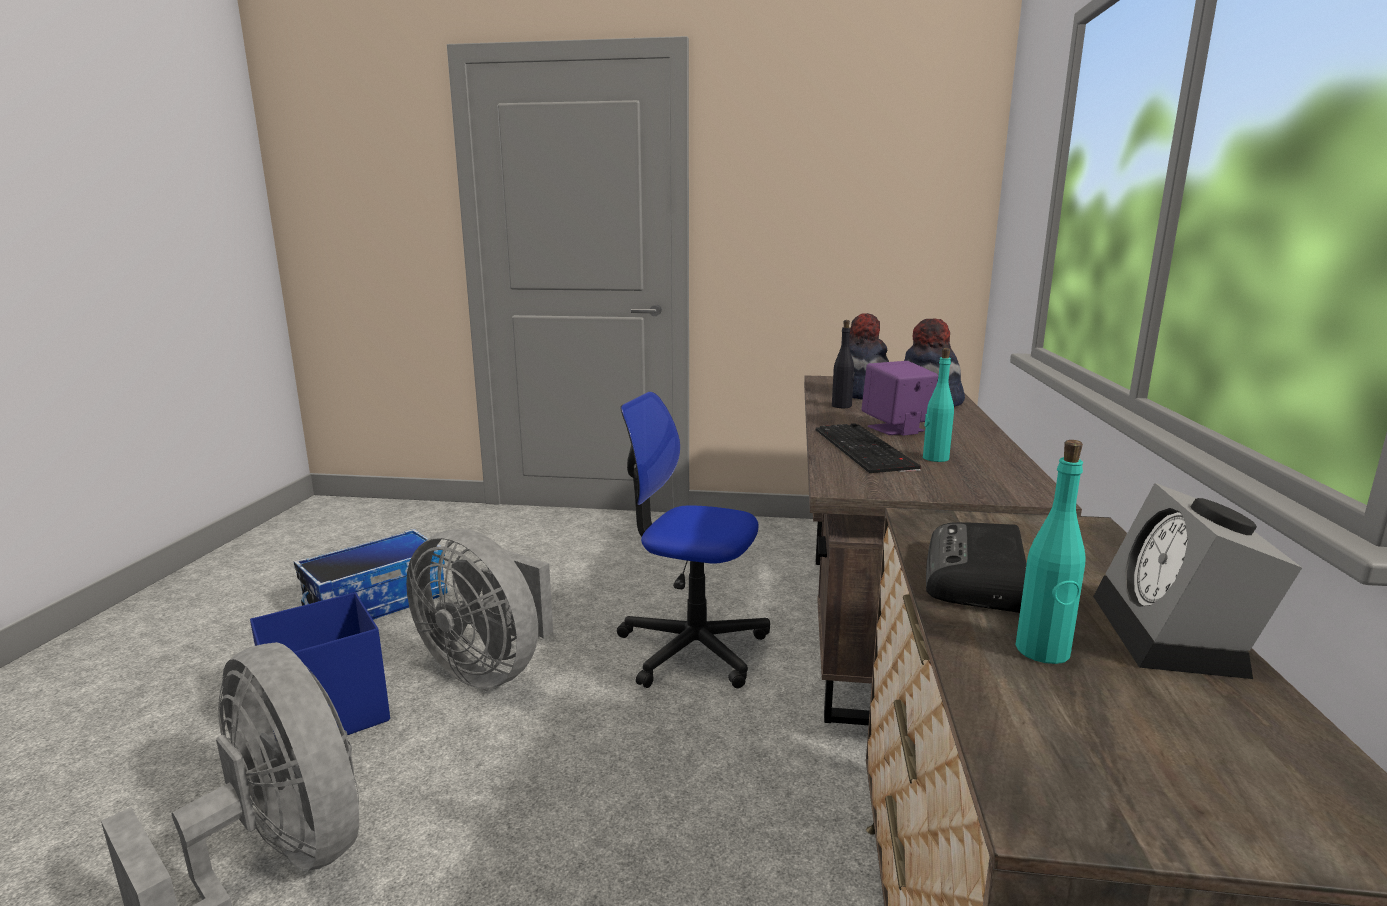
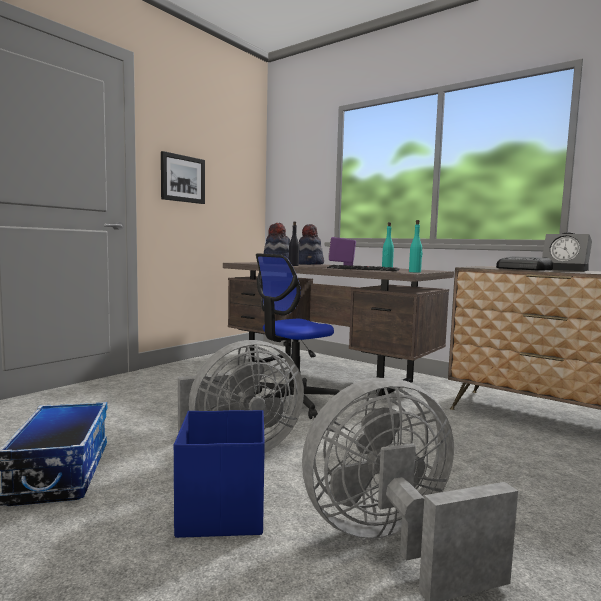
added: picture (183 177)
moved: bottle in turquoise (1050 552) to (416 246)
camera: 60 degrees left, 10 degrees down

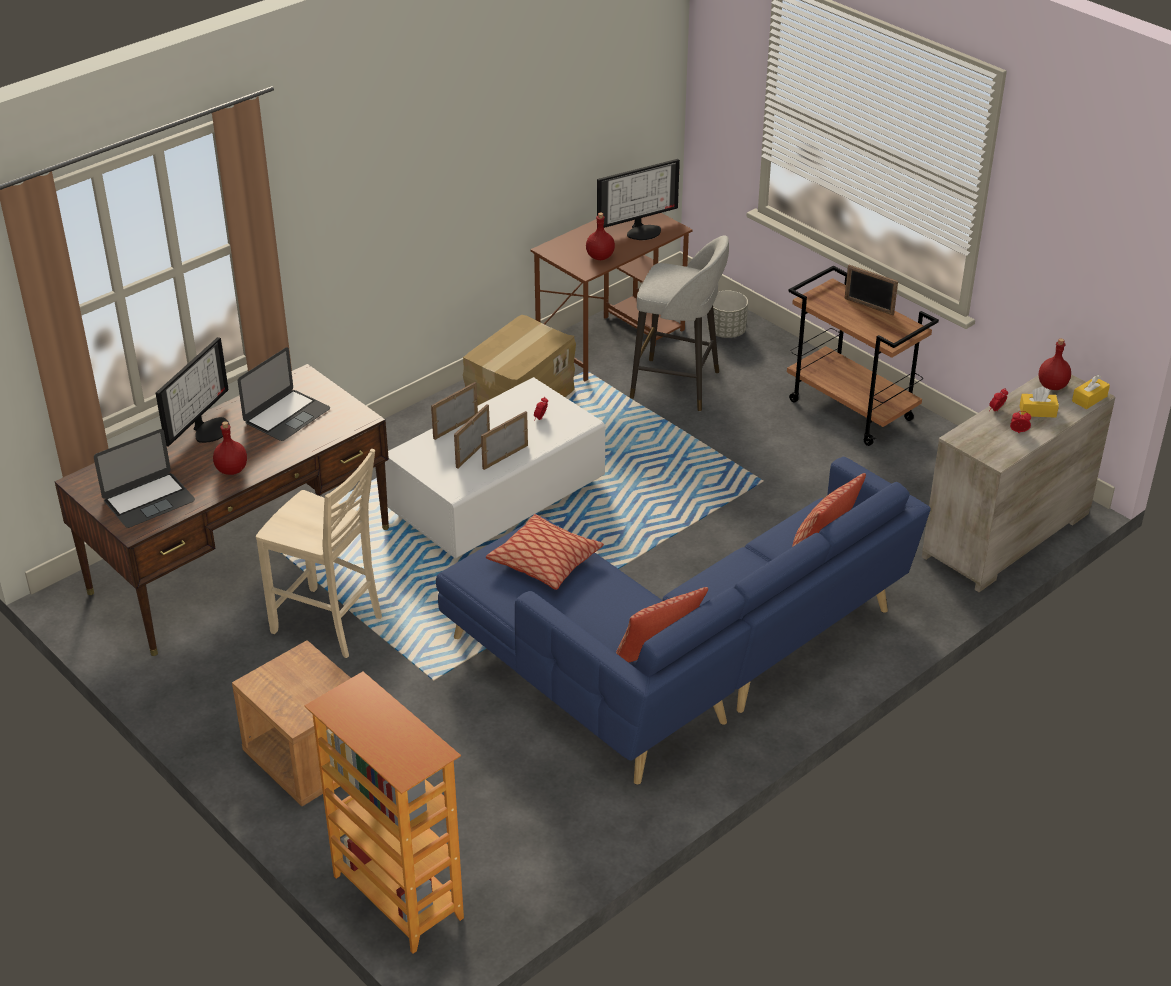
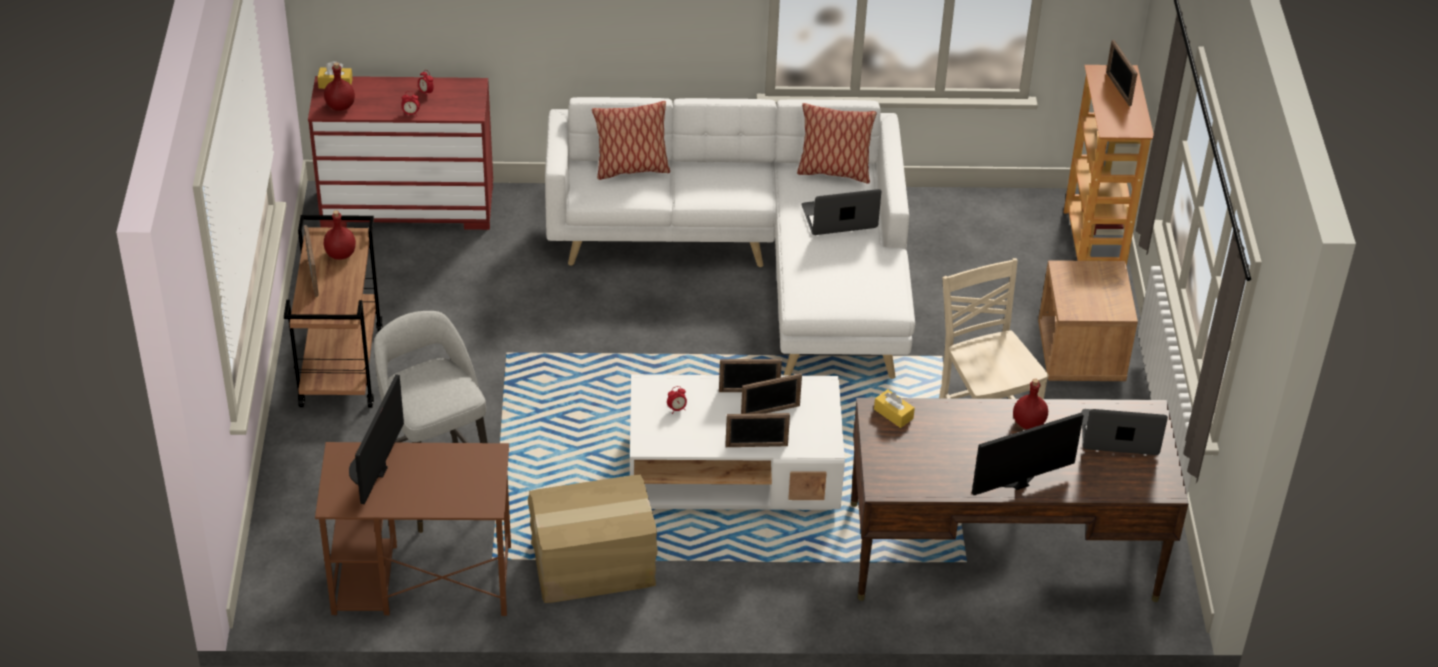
removed: pillow (545 552); planter in grey (727 314)
added: picture frame (1122 73)
moved: laptop (284 394) to (842 212); bottle in red (600 236) to (340 235); tissue box in yellow (1039 402) to (894 408)
recoloured: sofa in blue (683 621) to sofa in white (730 238); dresser in beige (1018 483) to dresser in red (400 153)
turned: monitor (638 199) = (376 439) 90 degrees counterclockwise
camera: 140 degrees left, 5 degrees up

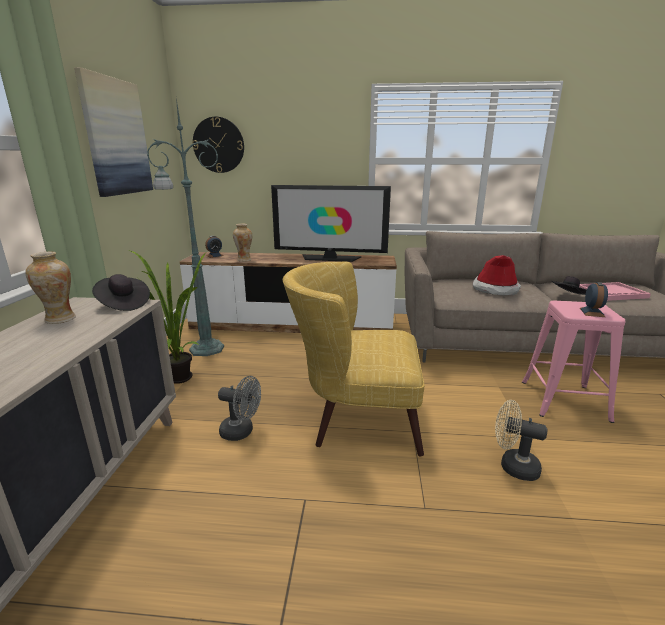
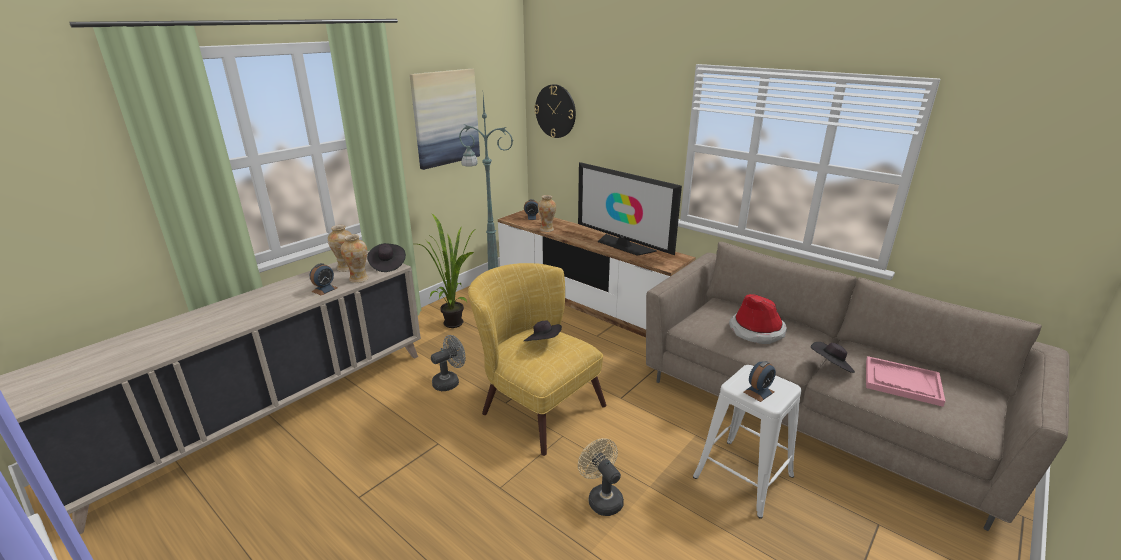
added: alarm clock (324 279); vase (355 258); hat in black (543 331)
recoloured: stool in pink (574 362) to stool in white (747 442)
turned: fan in grey (239 408) = (448 363) 90 degrees counterclockwise
camera: 35 degrees right, 5 degrees up

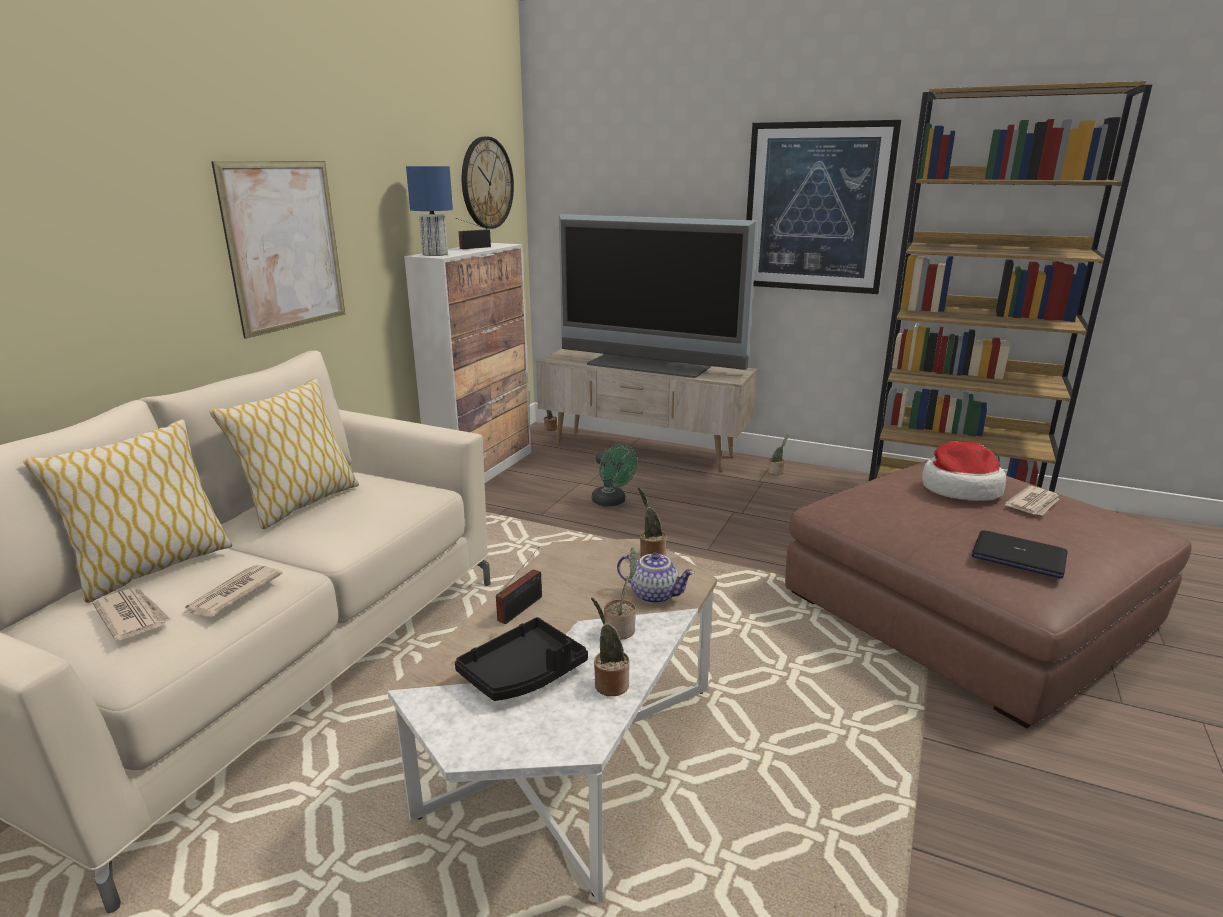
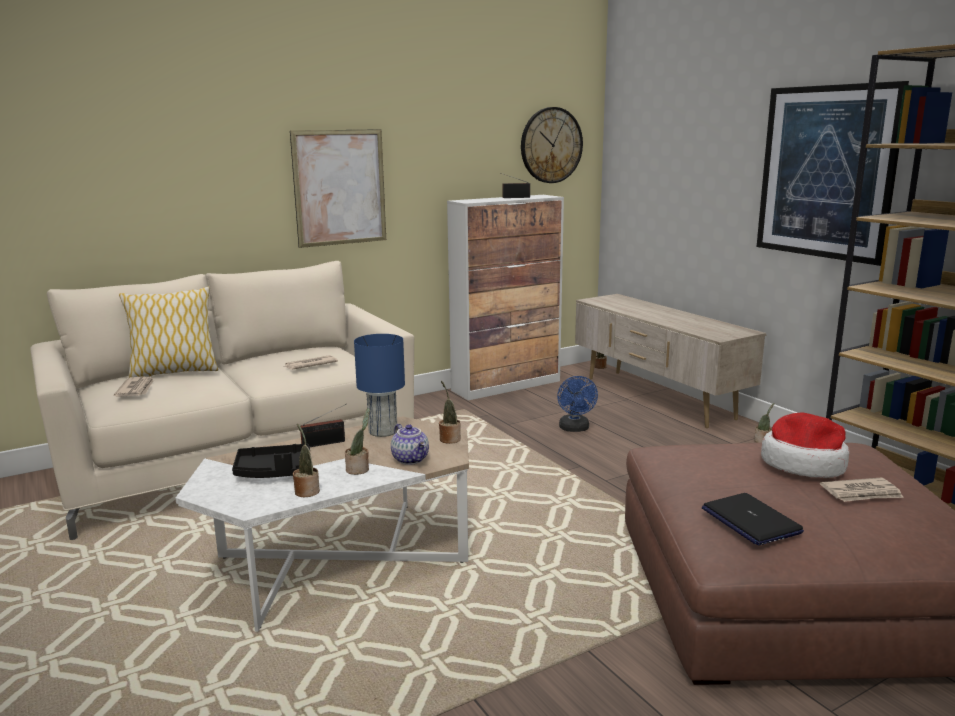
removed: pillow (284 454); television (658 296)
moved: newspaper (233 591) to (311 362); table lamp in blue (429 211) to (379 385)
recoloured: fan in green (614 475) to fan in blue (577 404)
camera: 35 degrees right, 5 degrees down

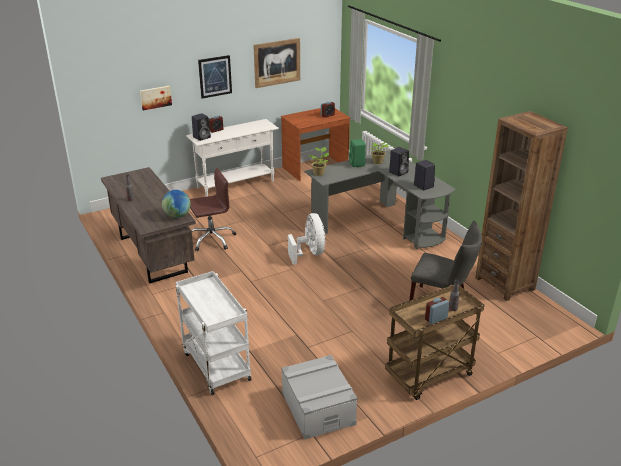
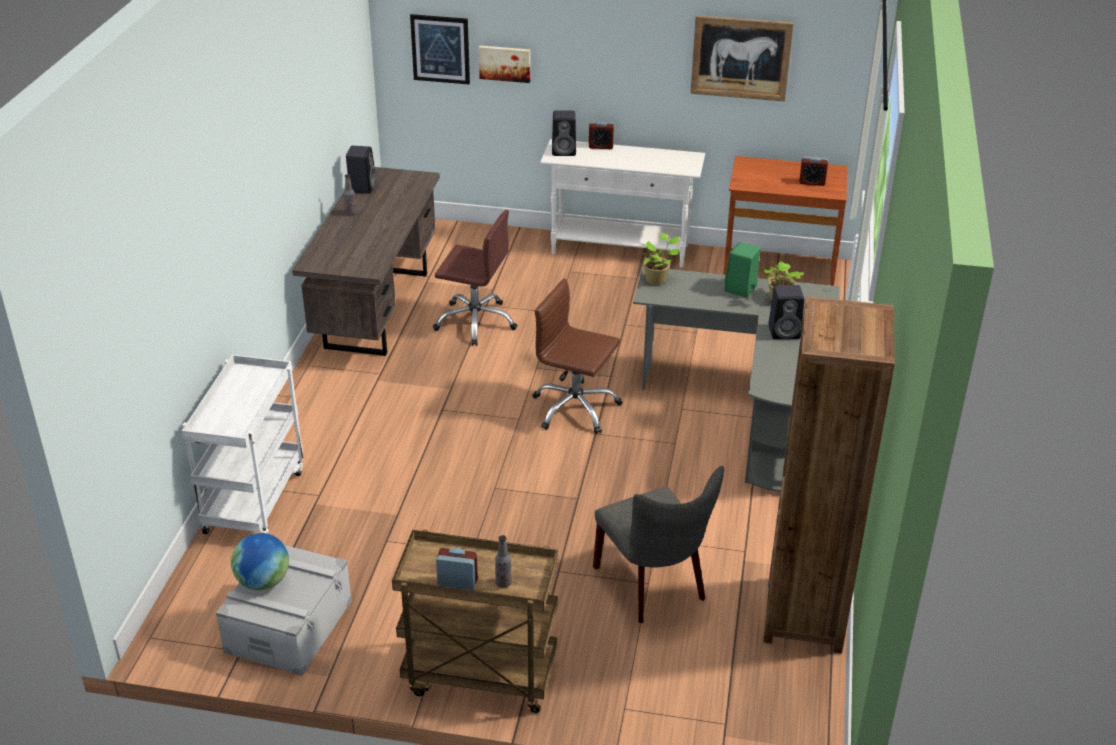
moved: globe (176 204) to (260 561); picture (215 77) to (440 49); speaker in black (424 175) to (361 170)
replaced: fan in white (306 239) to office chair in brown (577 356)
camera: 40 degrees right, 5 degrees up

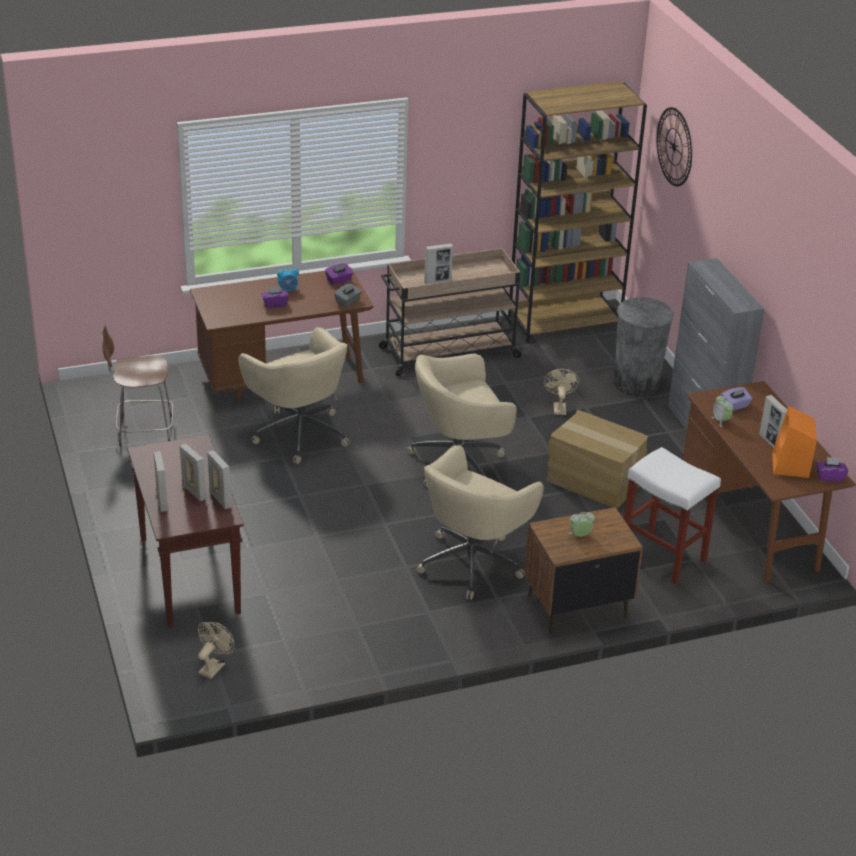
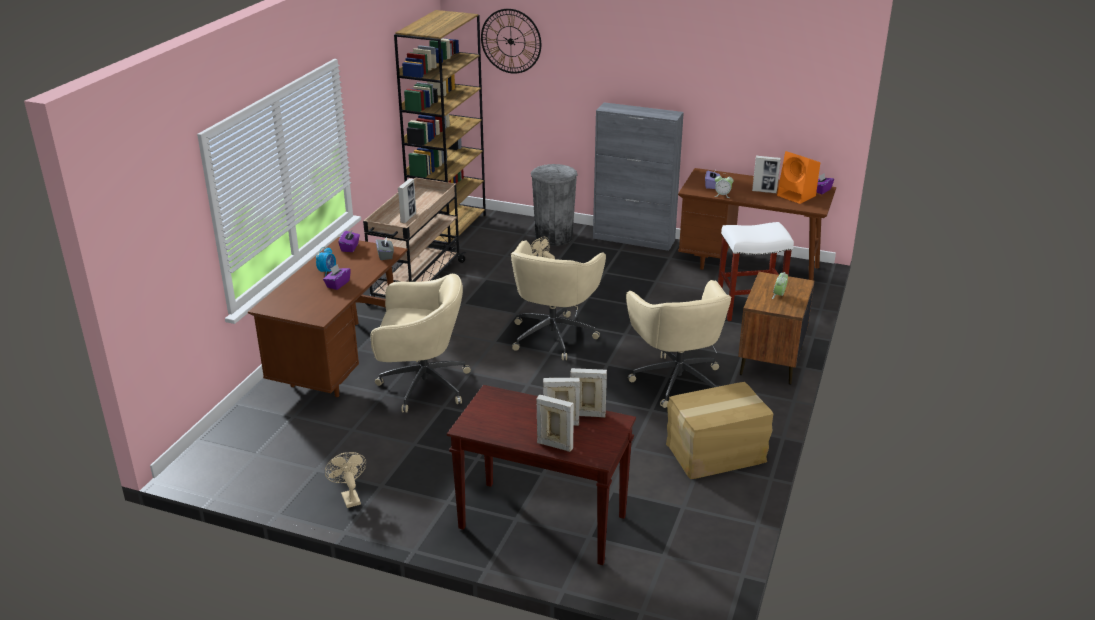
removed: chair in brown (138 386)
moved: fan in beige (216 650) to (345 480); cardboard box (597 459) to (719 430)
camera: 50 degrees left, 5 degrees down

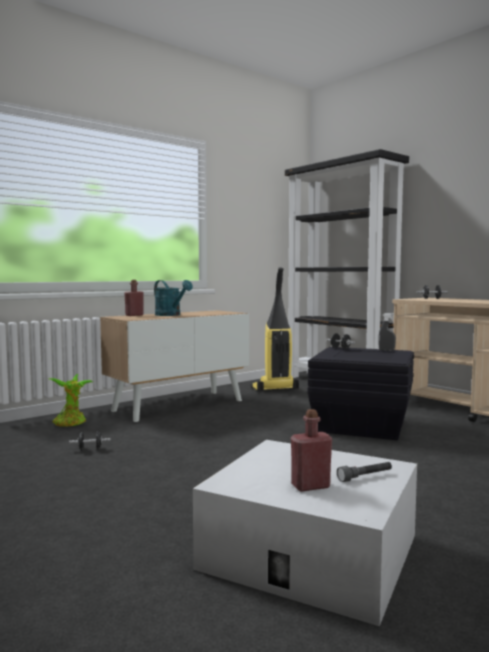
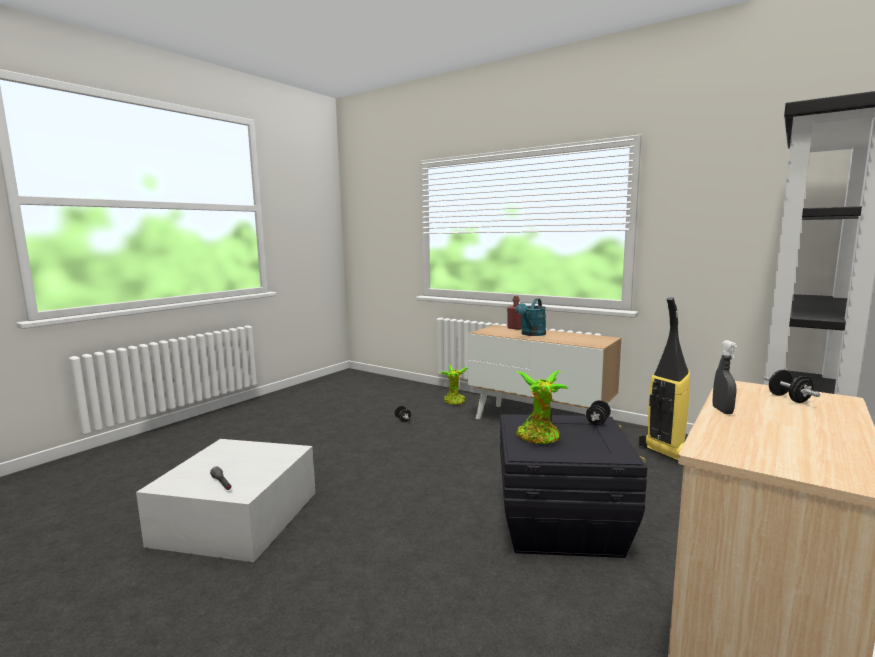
removed: bottle in red (311 450)
added: potted plant (542 407)
moved: spray bottle in grey (387 332) to (725 377)
camera: 75 degrees right, 5 degrees up

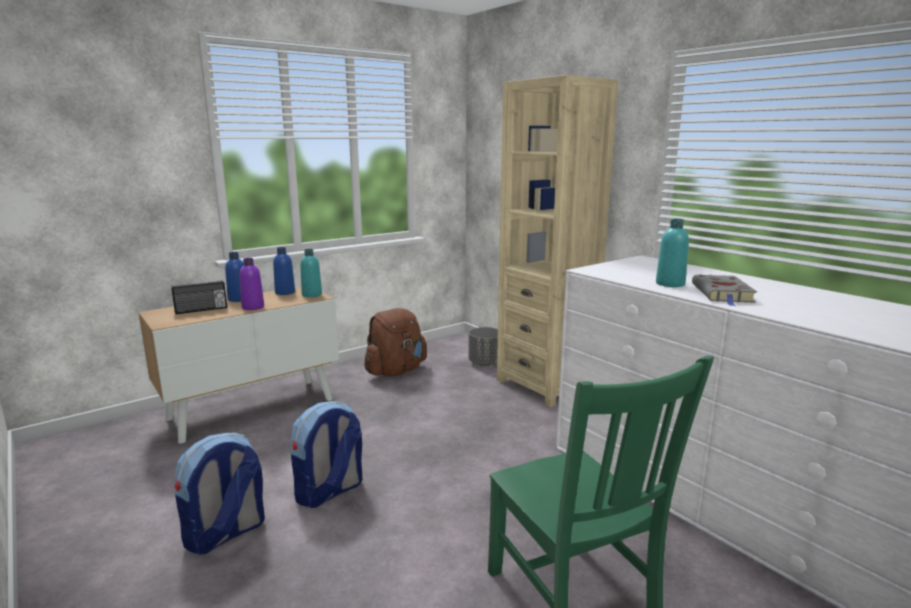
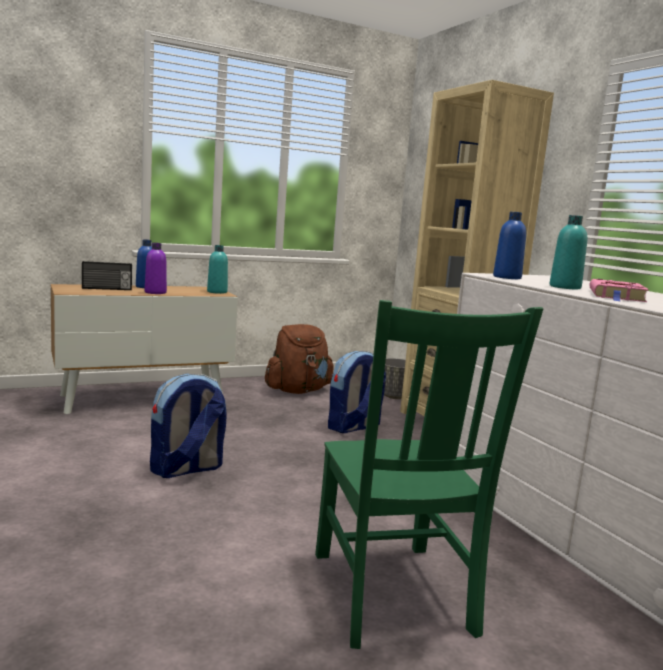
moved: backpack (220 494) to (357 392); bottle in blue (284 271) to (509 245)
recoloured: book in grey (724 290) to book in pink (619 290)
camera: 10 degrees right, 5 degrees down

